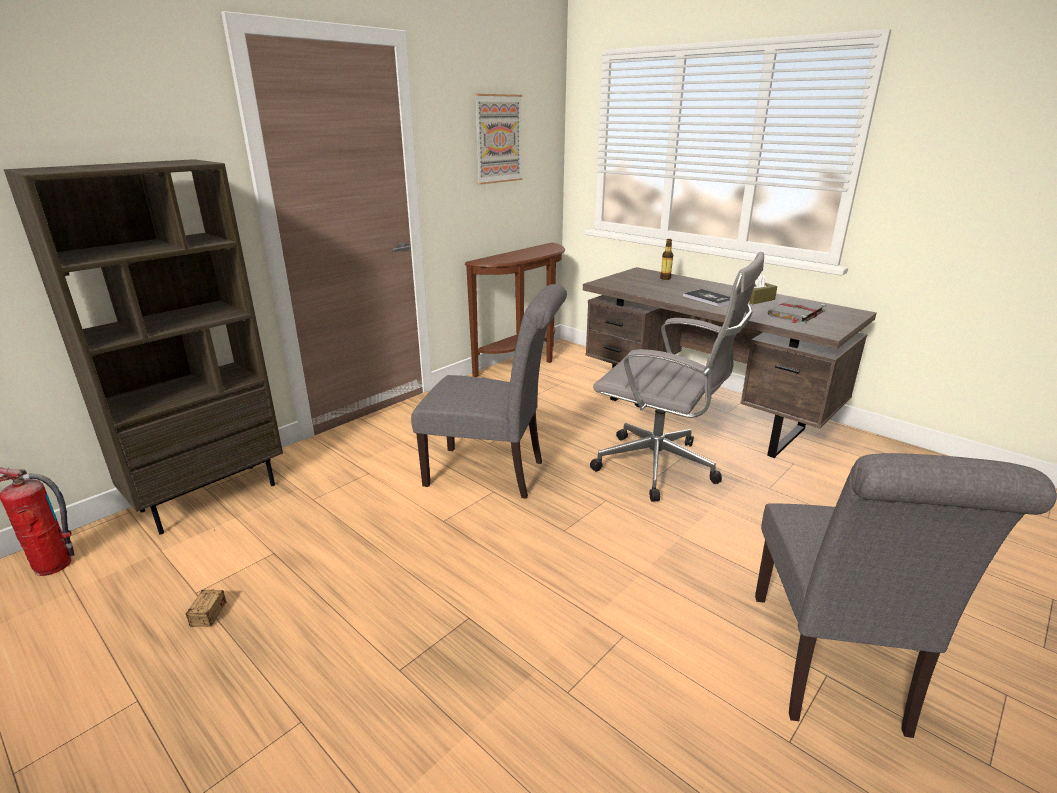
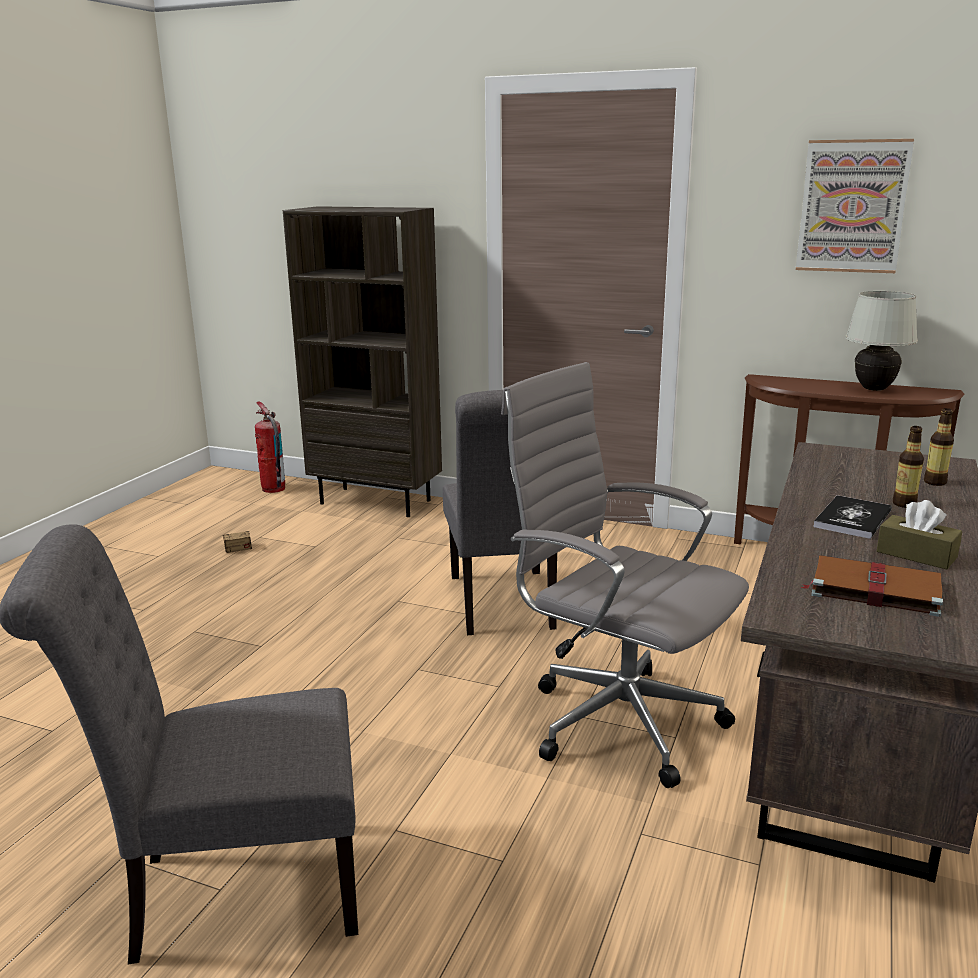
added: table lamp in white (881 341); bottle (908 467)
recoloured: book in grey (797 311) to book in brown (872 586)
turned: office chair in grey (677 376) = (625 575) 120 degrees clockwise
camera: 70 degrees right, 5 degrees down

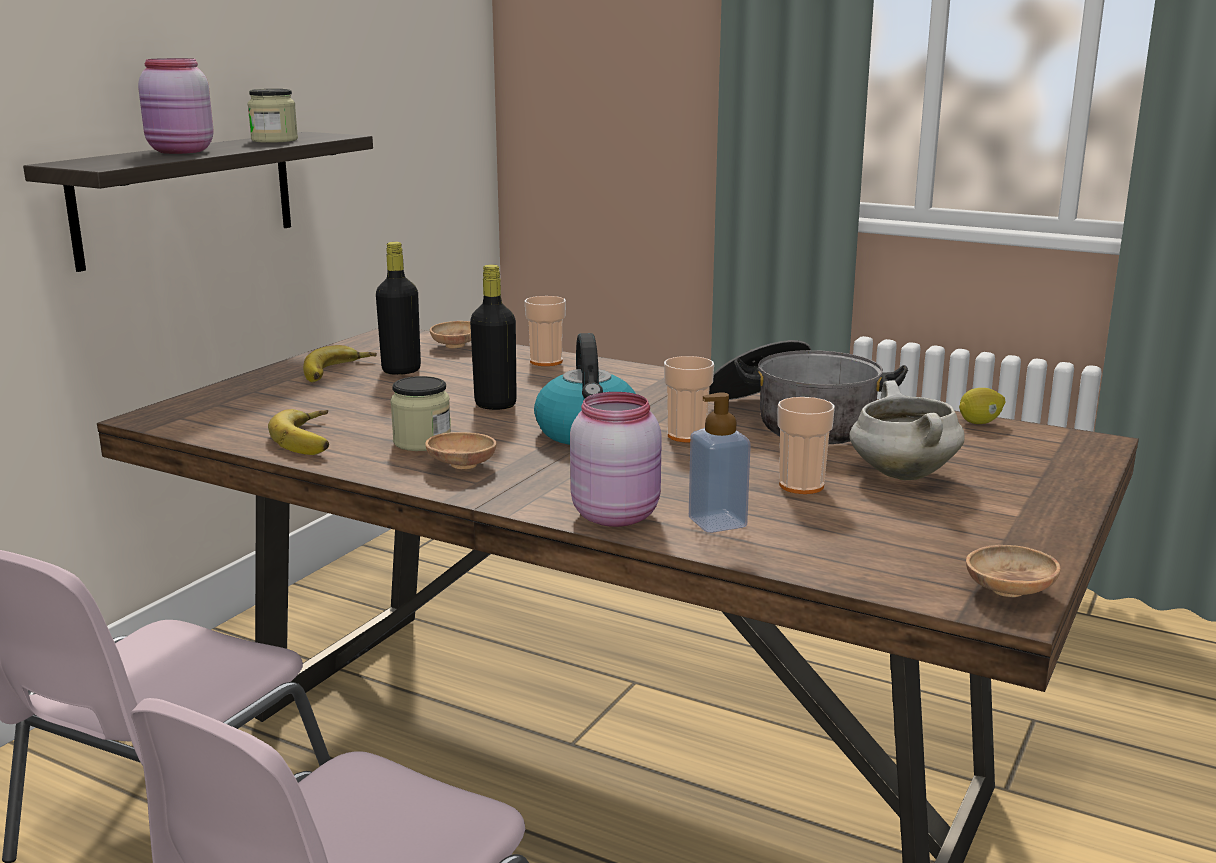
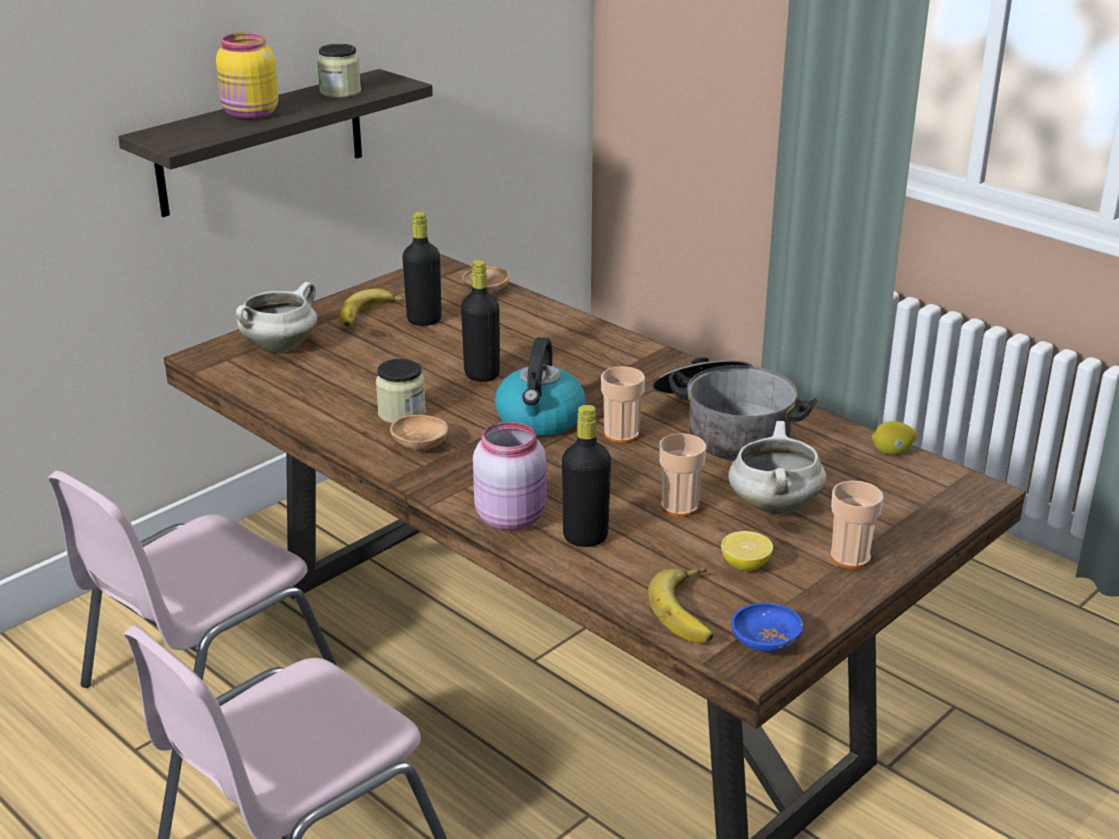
added: cooking pot in white (276 317); lemon (747 551)
moved: banana (298 432) to (680 605); cup (545 331) to (856 525)
replaced: soap dispenser (720 462) to bottle in black (586 476)
recoloured: jar in pink (175 106) to jar in yellow (247 76); bowl in brown (1013 571) to bowl in blue (767 627)
camera: 15 degrees right, 10 degrees up

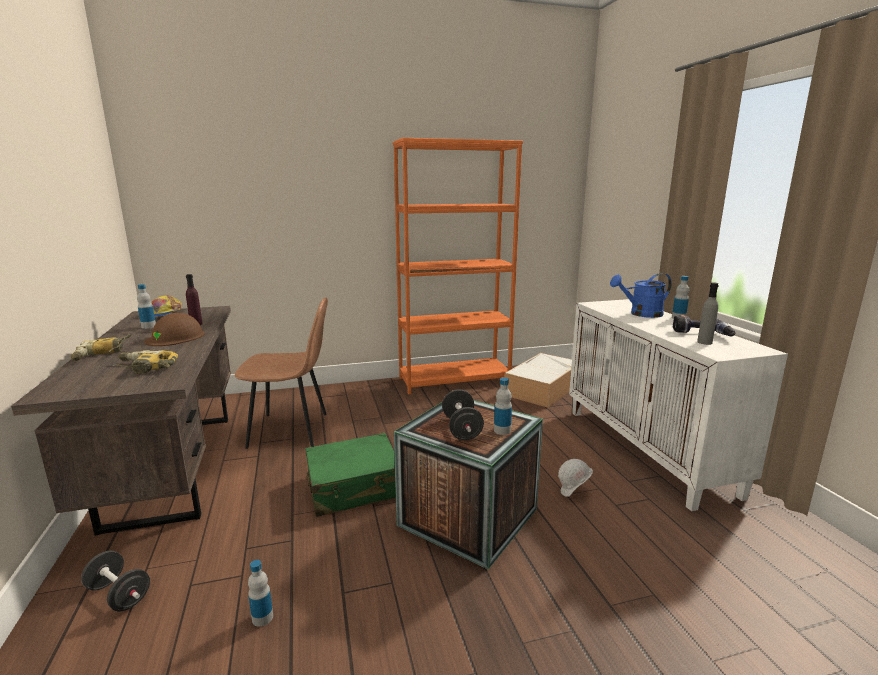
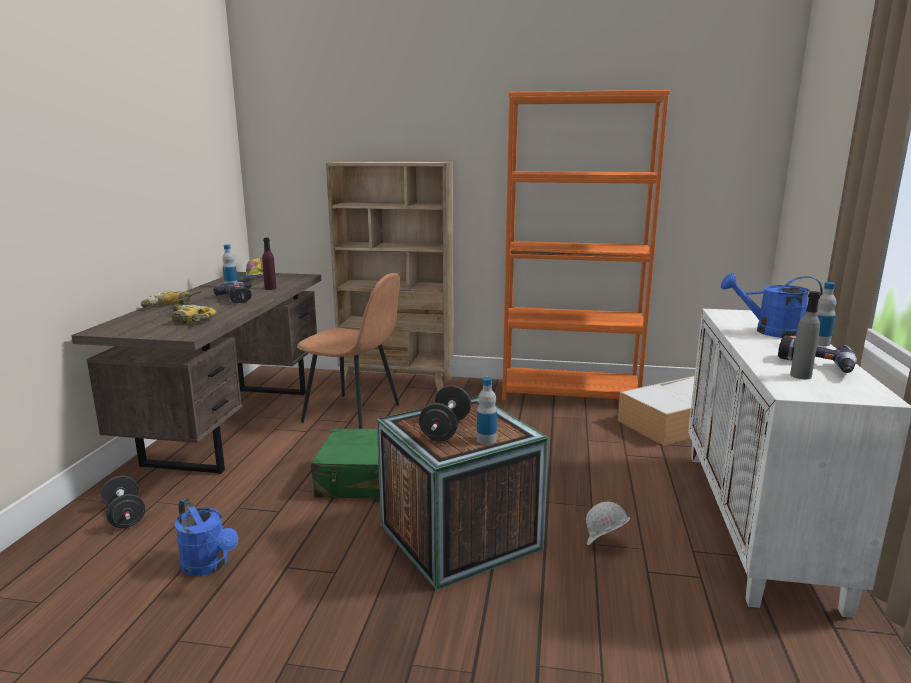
added: bookcase in beige (389 276)
replaced: hard hat in brown (174 329) to power drill (232 292); bottle (260 593) to watering can in blue (206 537)
camera: 25 degrees right, 0 degrees up

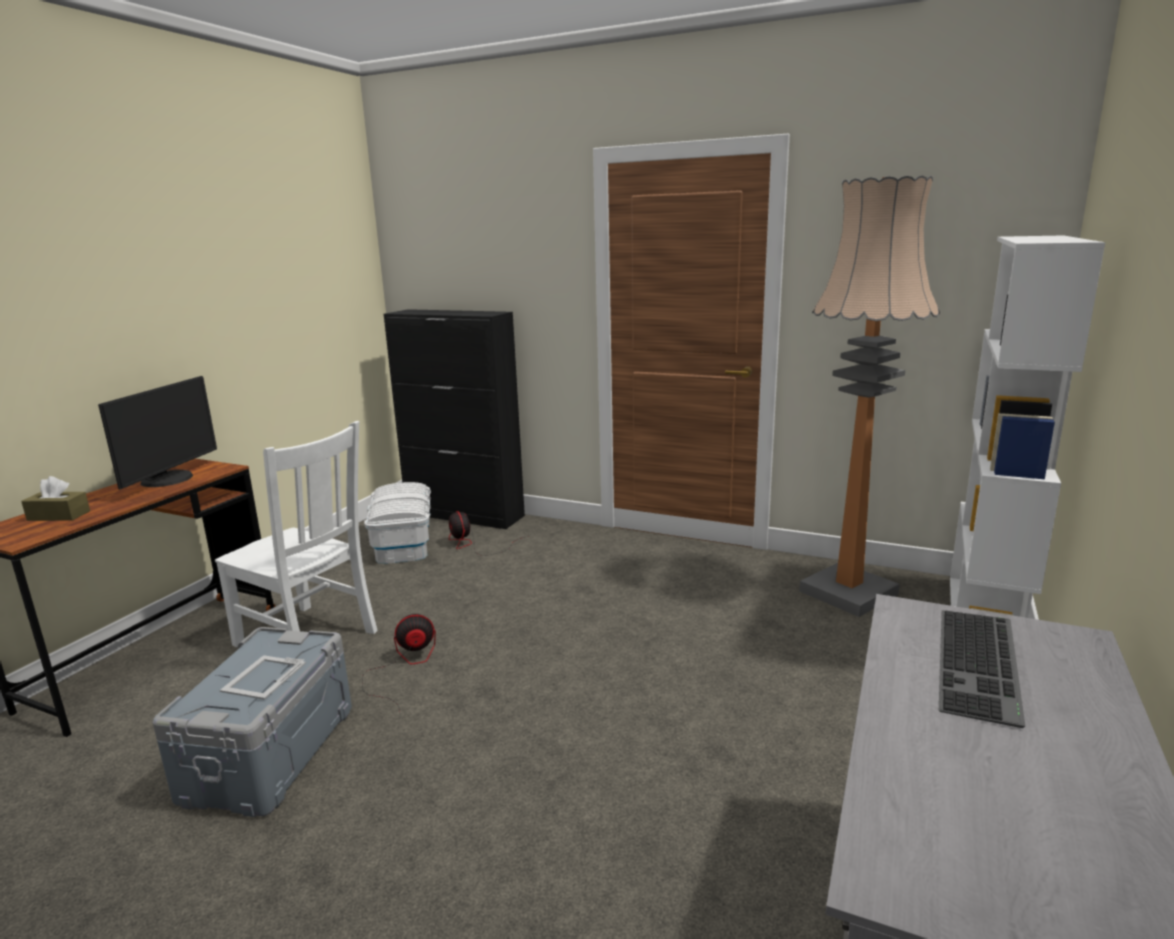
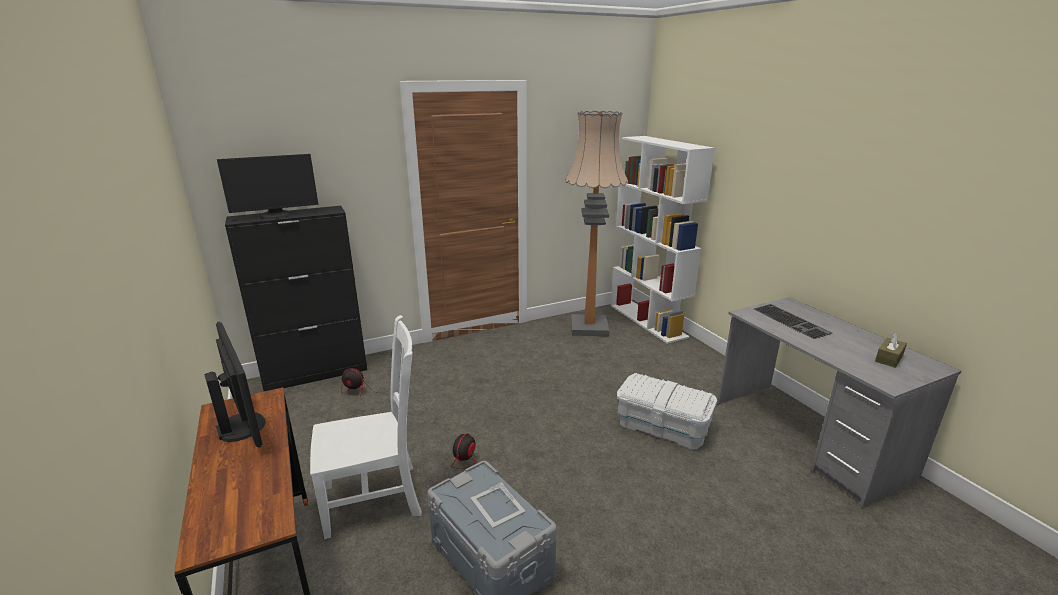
added: monitor (267 186)
moved: tissue box in brown (55 498) to (891 350); storage box in white (397 523) to (667 411)
camera: 50 degrees left, 5 degrees up

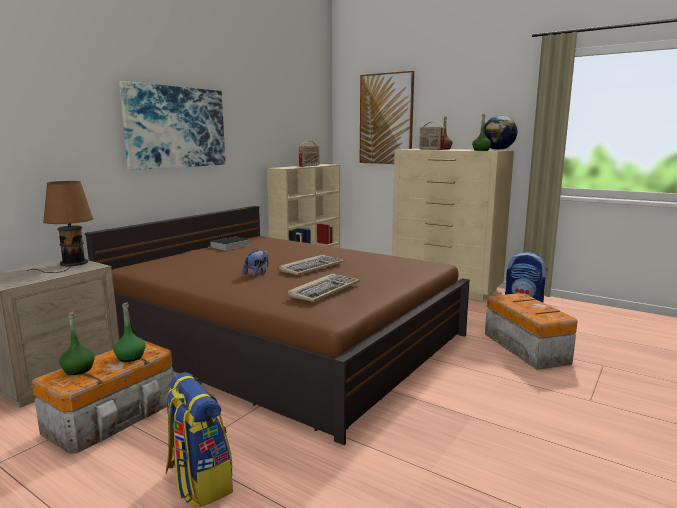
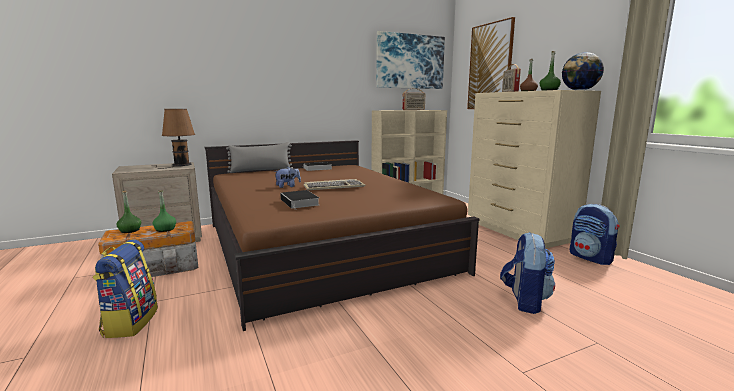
added: pillow in grey (259 157)
moved: picture (172 125) to (410 60)
replaced: keyboard (324 288) to book (299 200); storage box (531 331) to backpack (527 273)
camera: 30 degrees right, 0 degrees up

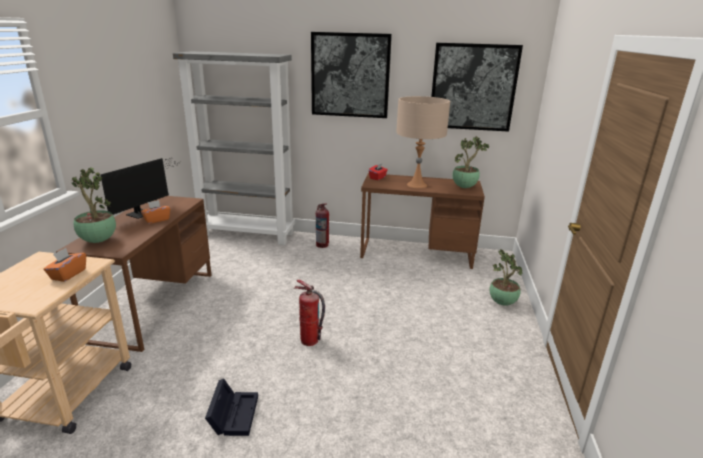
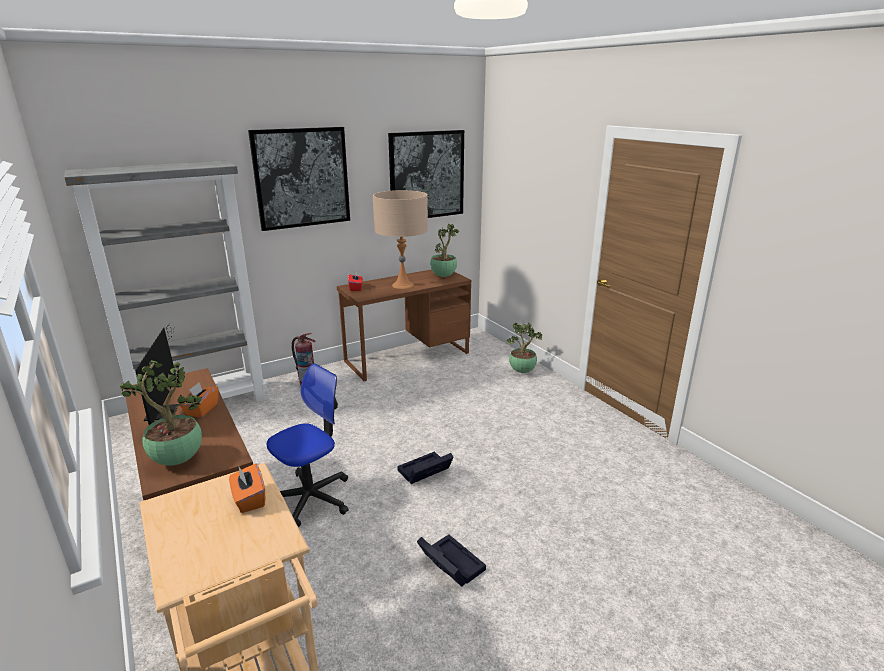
added: office chair (308 445)
replaced: fire extinguisher (309 313) to storage box in black (425 468)
camera: 40 degrees left, 0 degrees up

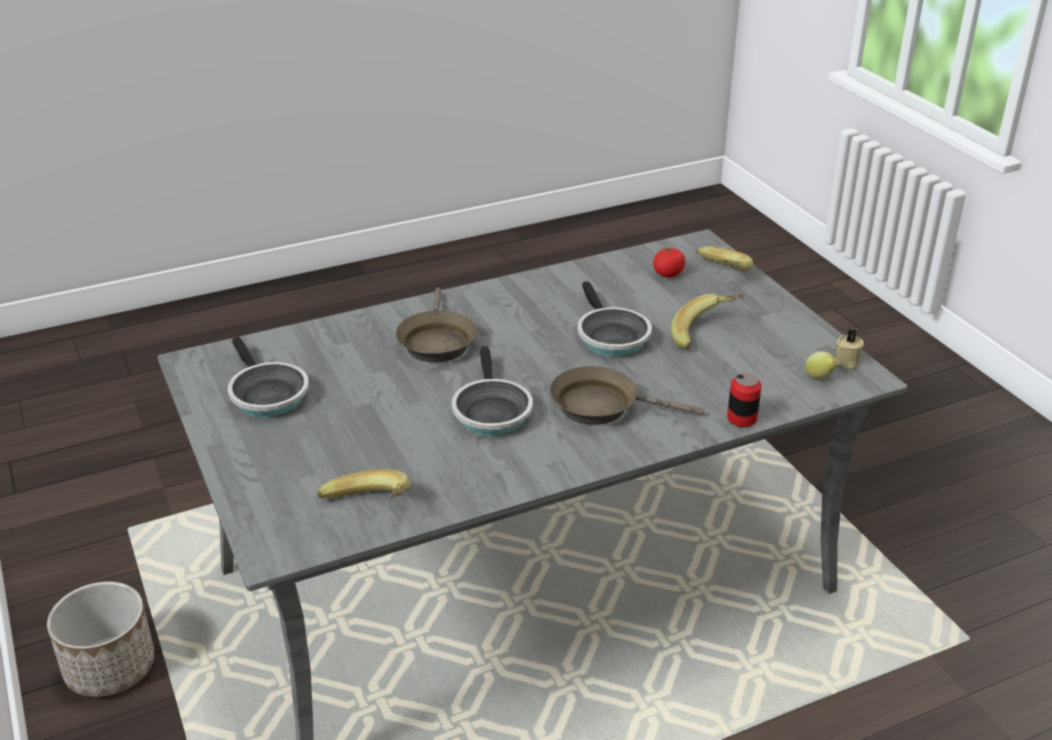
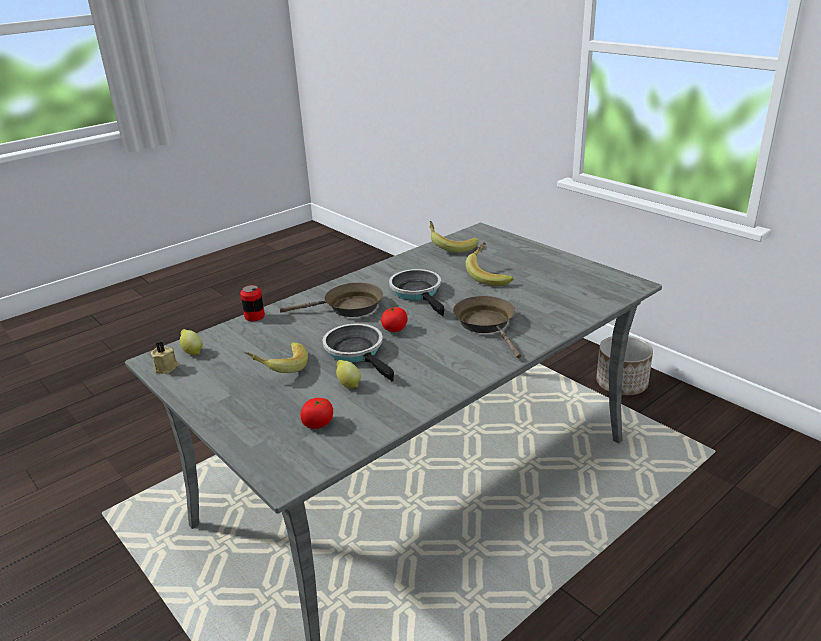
removed: frying pan (268 377)
added: lemon (348 373); tomato (394 319)
moved: banana (724 258) to (489 264)
camera: 165 degrees right, 5 degrees down

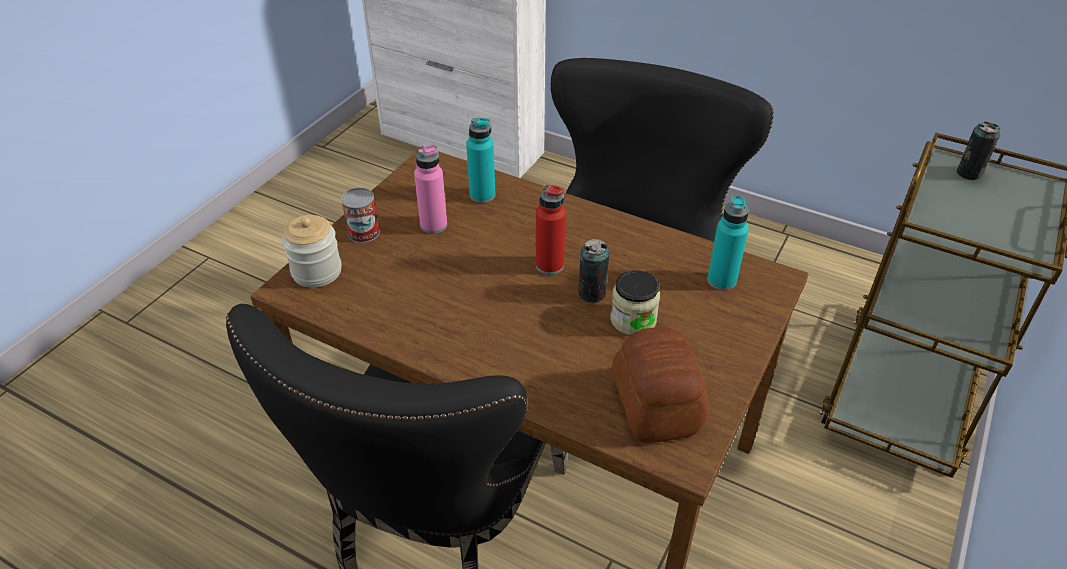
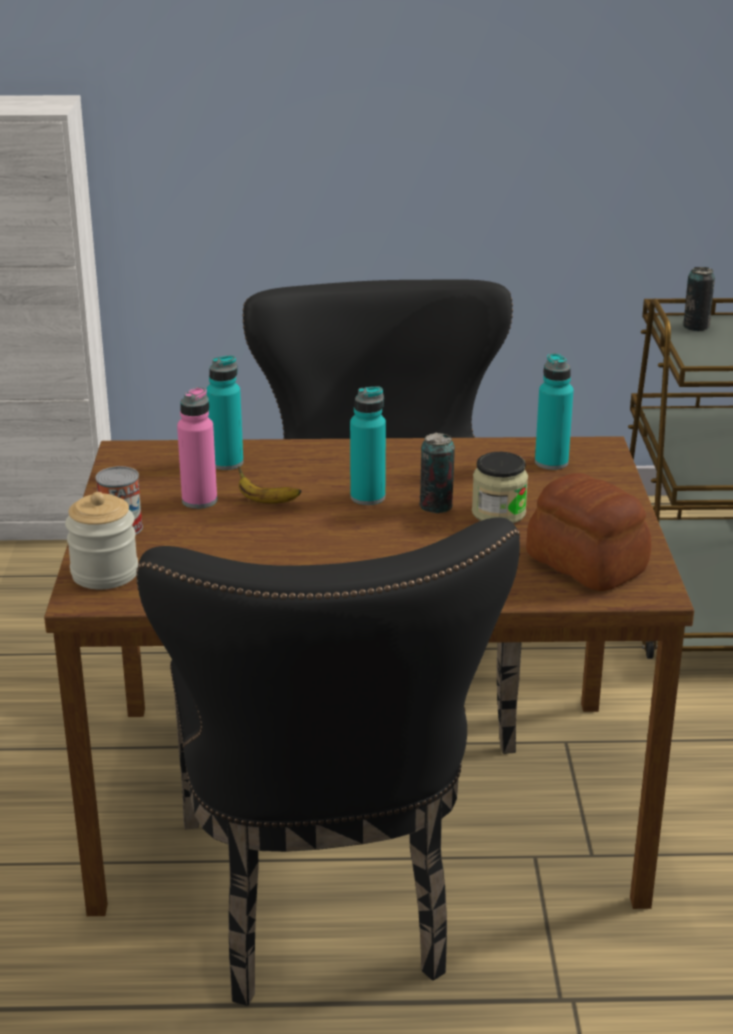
added: banana (269 485)
recoloured: bottle in red (551 230) to bottle in turquoise (368 445)
camera: 30 degrees left, 15 degrees down

